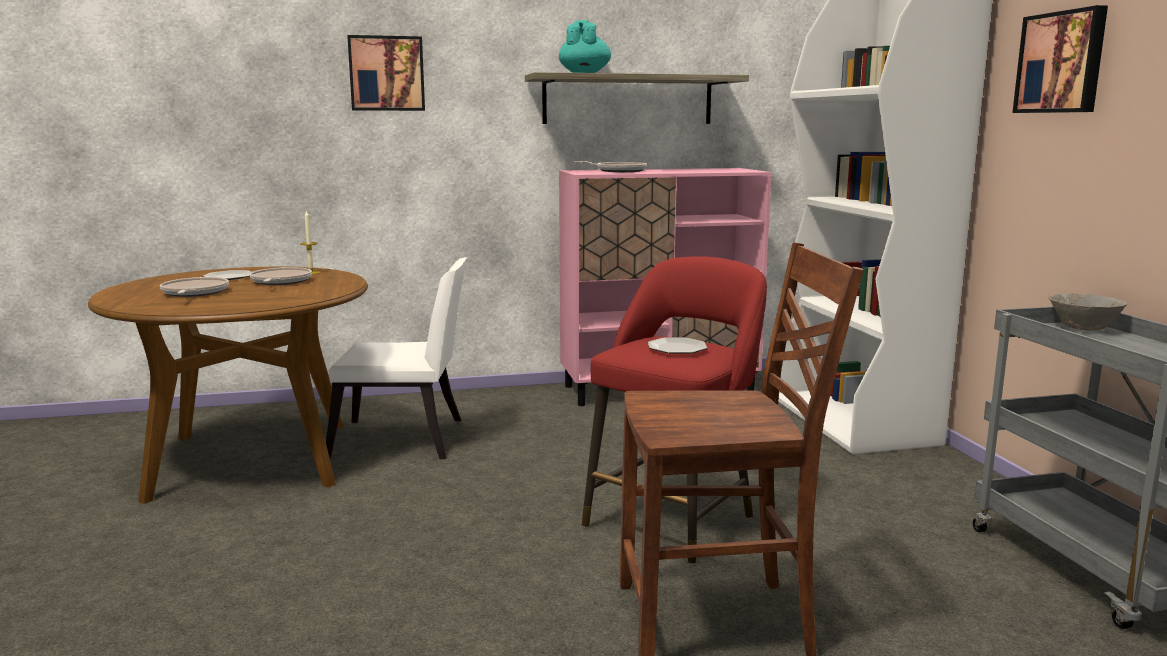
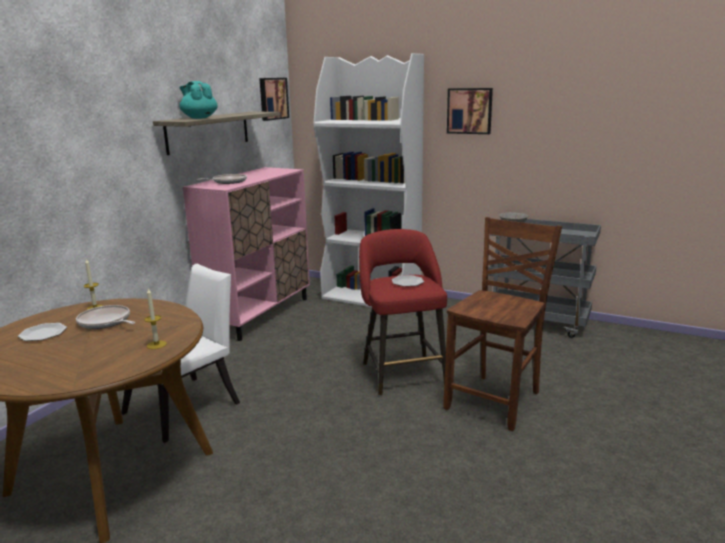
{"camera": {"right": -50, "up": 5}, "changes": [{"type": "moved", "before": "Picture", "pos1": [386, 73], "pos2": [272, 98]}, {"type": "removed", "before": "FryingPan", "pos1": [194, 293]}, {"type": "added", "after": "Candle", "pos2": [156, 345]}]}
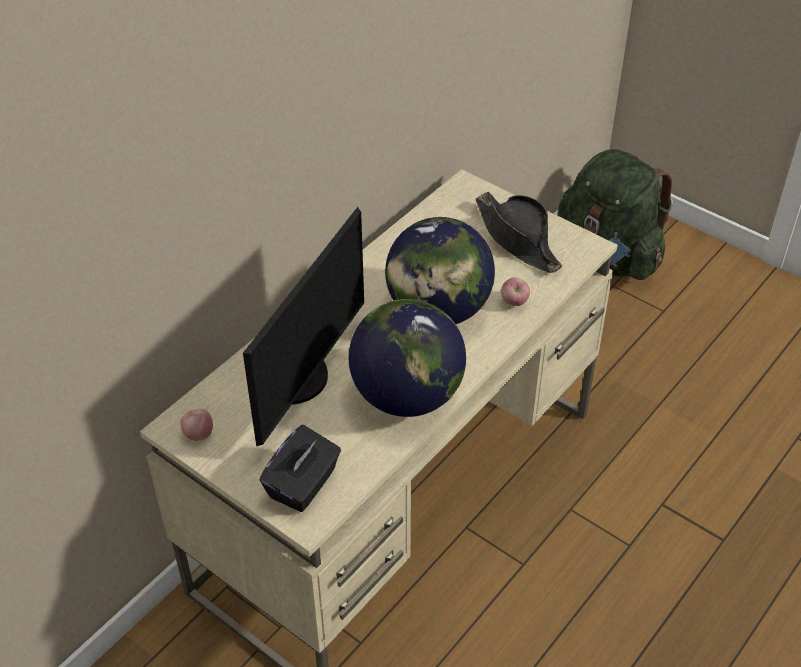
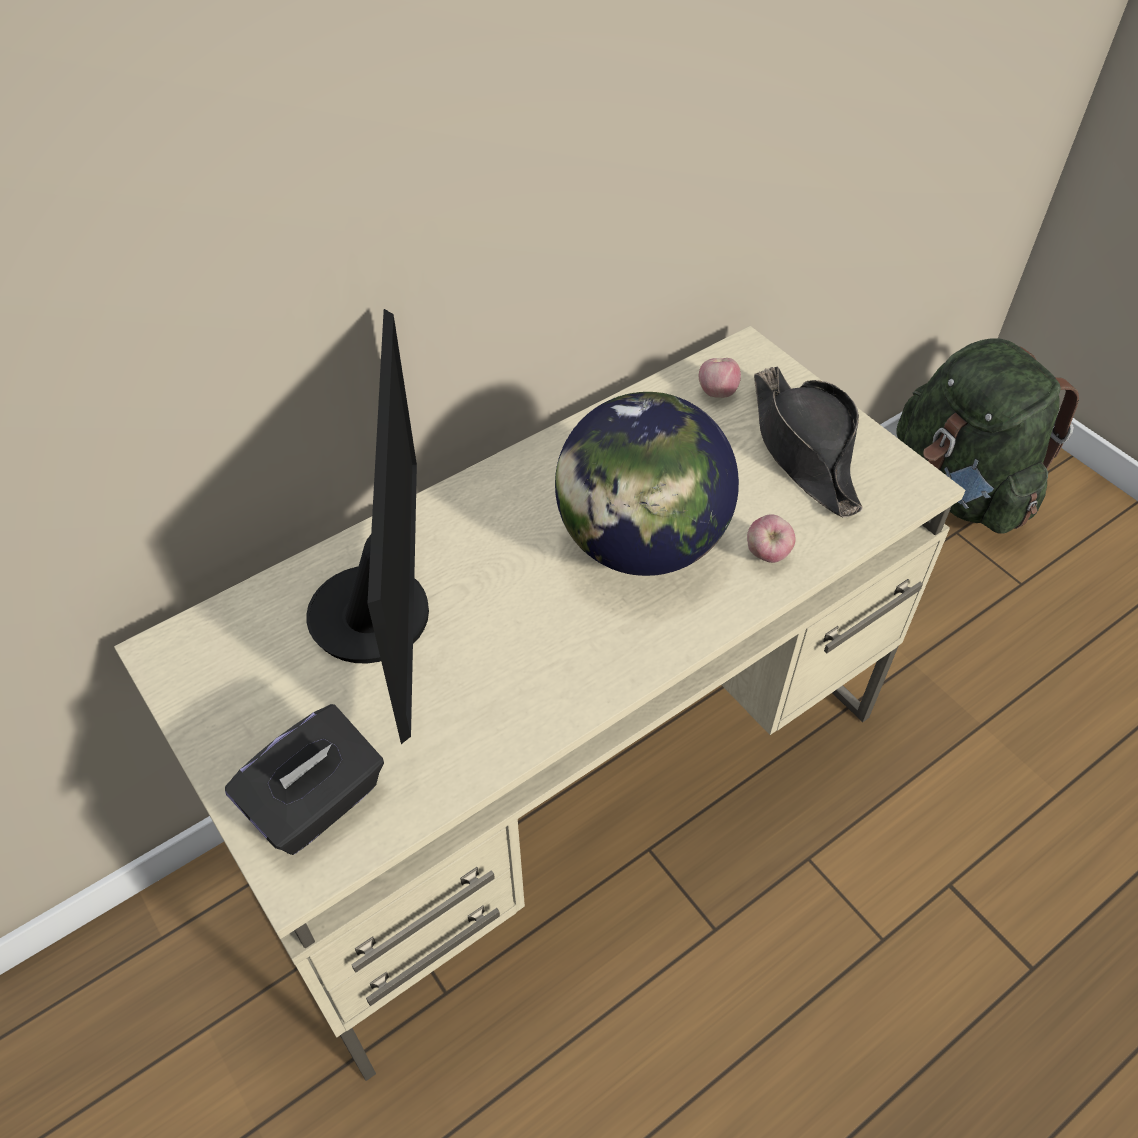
{"camera": {"right": 15, "up": 5}, "changes": [{"type": "turned", "before": "Monitor", "pos1": [299, 379], "pos2": [384, 613], "turn": -45}, {"type": "removed", "before": "Globe", "pos1": [407, 396]}, {"type": "moved", "before": "Apple", "pos1": [198, 434], "pos2": [717, 392]}]}
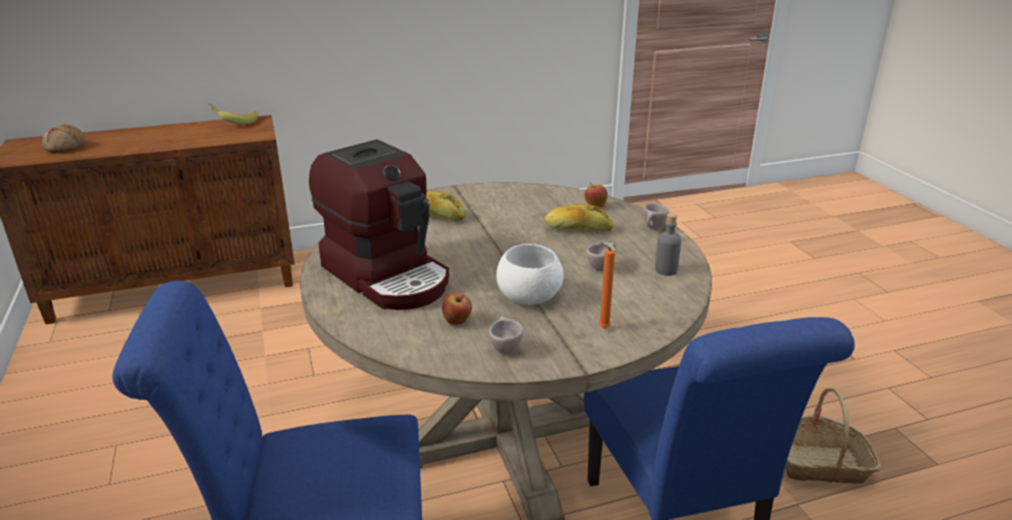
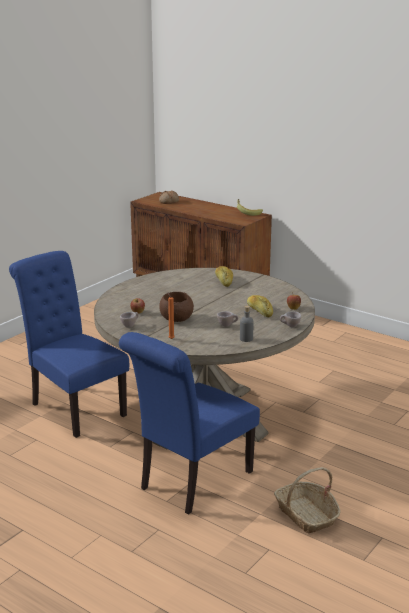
{"camera": {"right": 55, "up": -5}, "changes": [{"type": "removed", "before": "CoffeeMachine", "pos1": [388, 275]}, {"type": "recoloured", "before": "WhiteBowl", "after": "BrownBowl", "pos1": [529, 298], "pos2": [175, 319]}]}
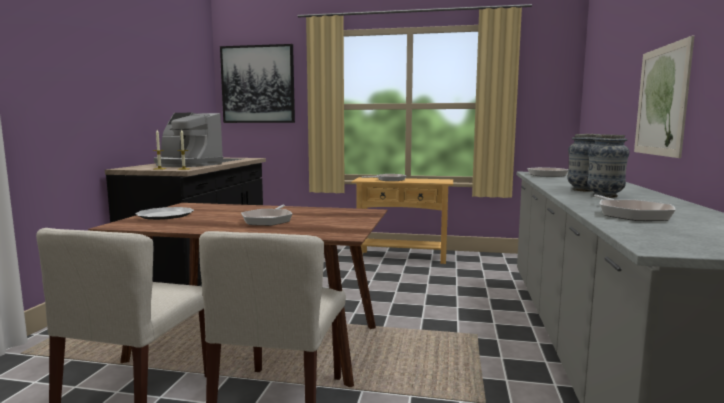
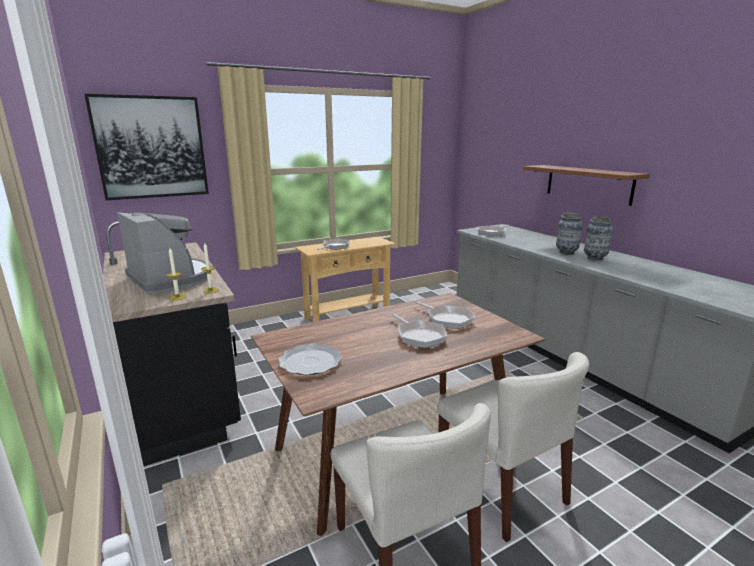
{"camera": {"right": -40, "up": 10}, "changes": [{"type": "replaced", "before": "Picture", "after": "BrownShelf", "pos1": [661, 101], "pos2": [588, 184]}, {"type": "turned", "before": "CoffeeMachine", "pos1": [187, 165], "pos2": [171, 279], "turn": -120}, {"type": "moved", "before": "FryingPan", "pos1": [631, 214], "pos2": [447, 319]}]}
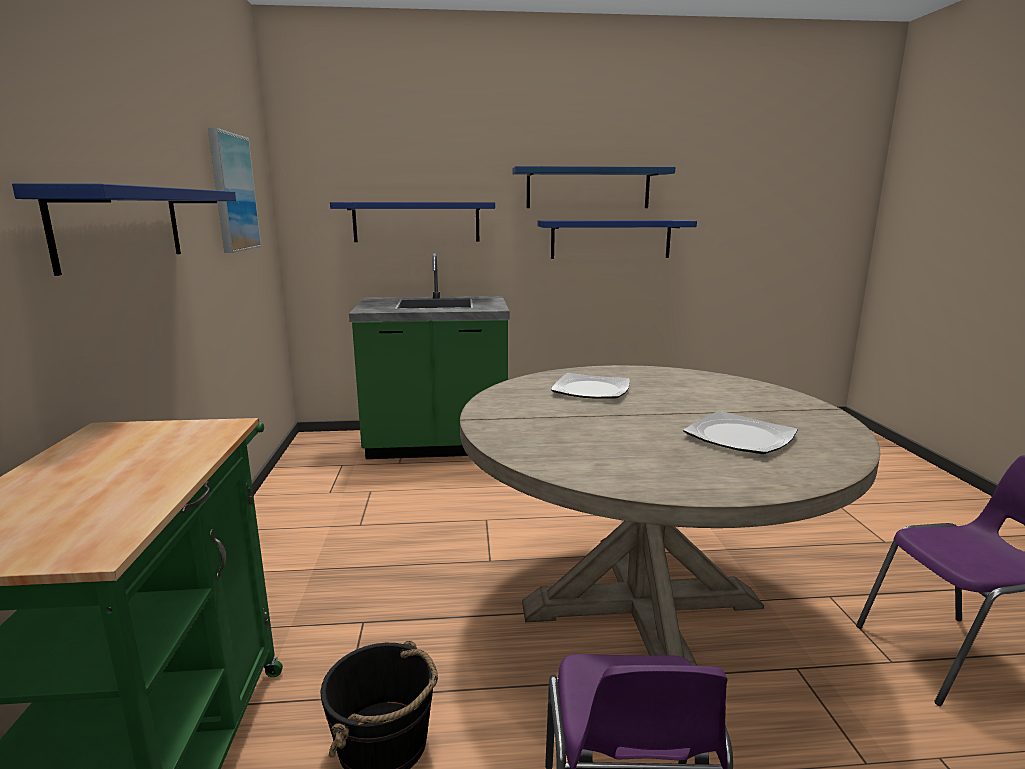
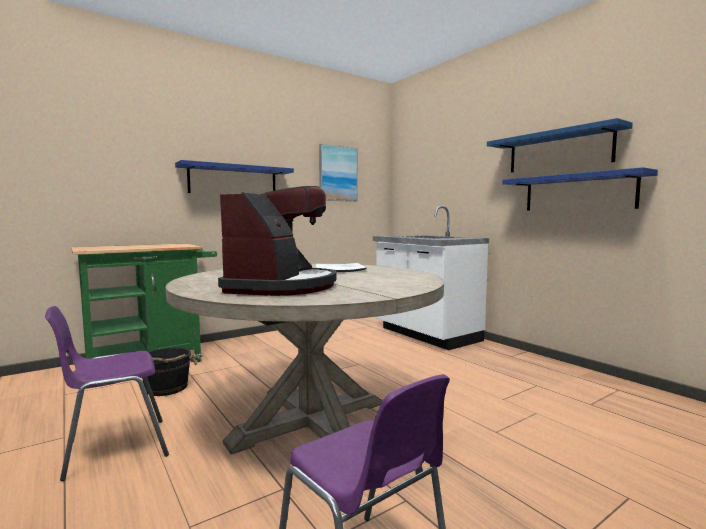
{"camera": {"right": 60, "up": -10}, "changes": [{"type": "removed", "before": "BlueShelf", "pos1": [416, 222]}, {"type": "recoloured", "before": "GreenCounter", "after": "WhiteCounter", "pos1": [437, 446], "pos2": [426, 335]}, {"type": "replaced", "before": "Plate", "after": "CoffeeMachine", "pos1": [738, 437], "pos2": [282, 287]}]}
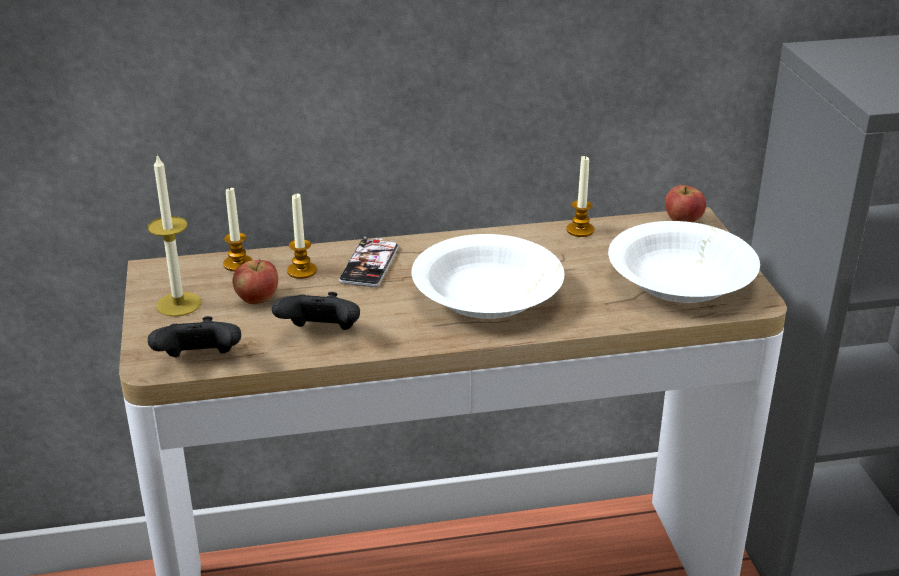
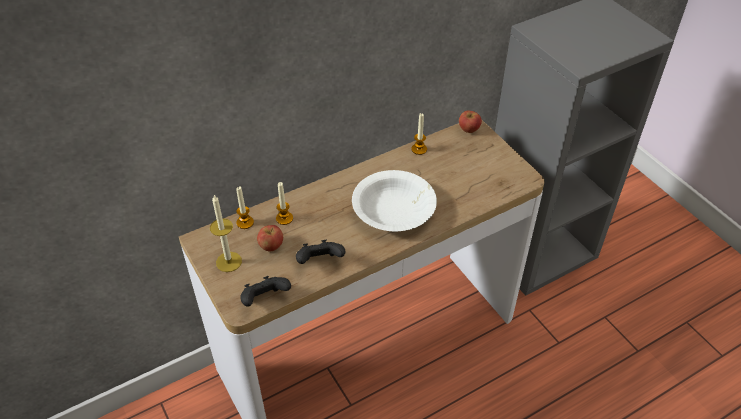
{"camera": {"right": -20, "up": 15}, "changes": [{"type": "removed", "before": "WhiteBowl", "pos1": [681, 281]}, {"type": "removed", "before": "Phone", "pos1": [369, 264]}]}
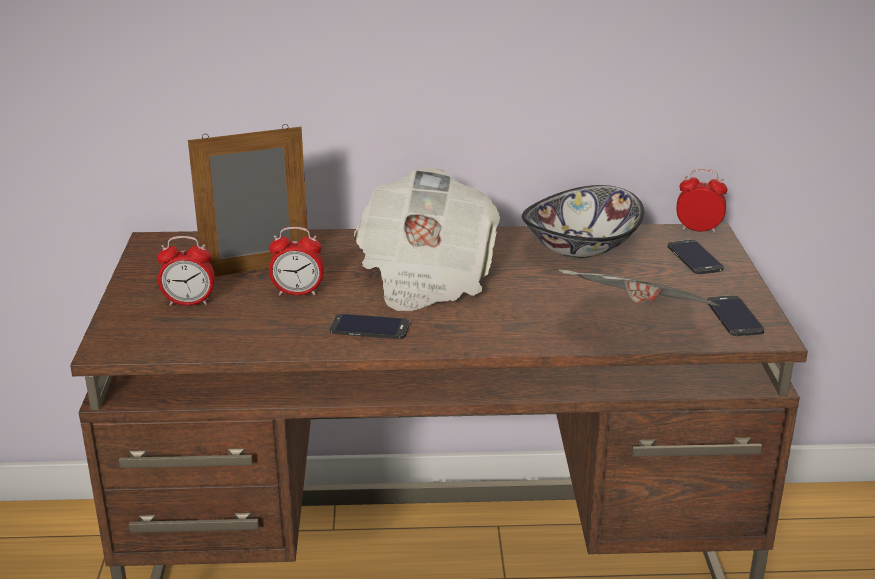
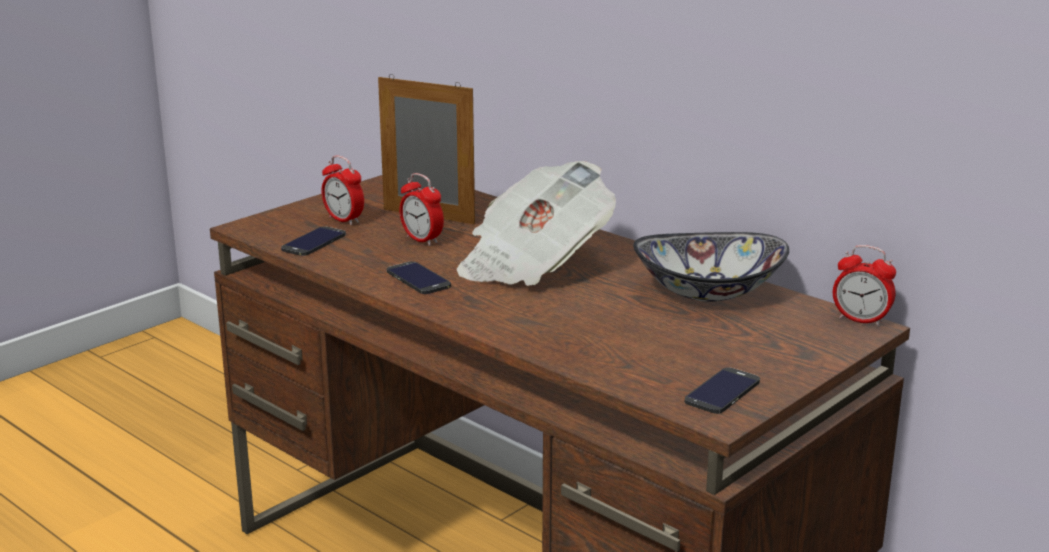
{"camera": {"right": 45, "up": -5}, "changes": [{"type": "turned", "before": "AlarmClock", "pos1": [698, 229], "pos2": [861, 320], "turn": 150}, {"type": "moved", "before": "Phone", "pos1": [694, 257], "pos2": [313, 242]}, {"type": "removed", "before": "Newspaper", "pos1": [639, 326]}]}
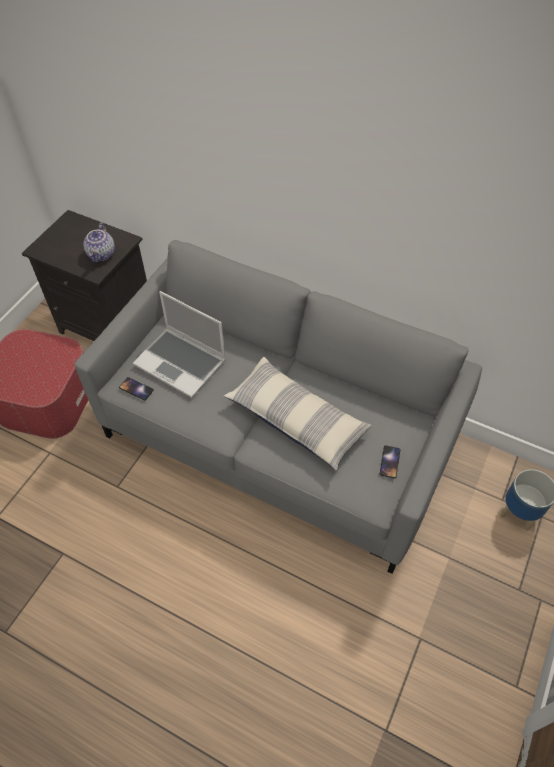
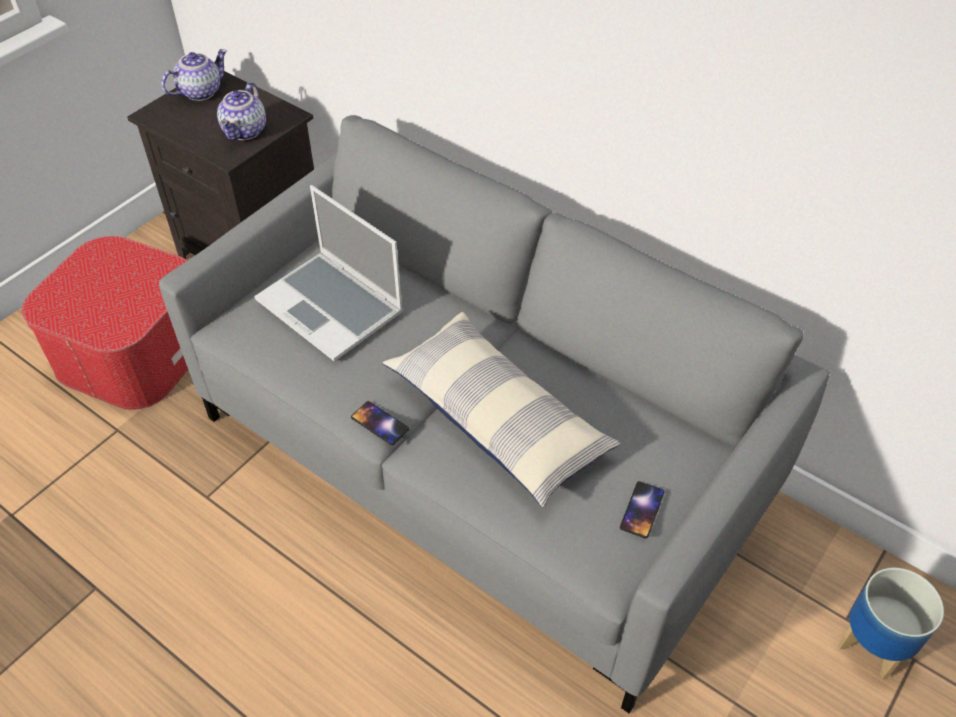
{"camera": {"right": 10, "up": -5}, "changes": [{"type": "moved", "before": "Phone", "pos1": [136, 389], "pos2": [380, 423]}, {"type": "added", "after": "Teapot", "pos2": [200, 91]}]}
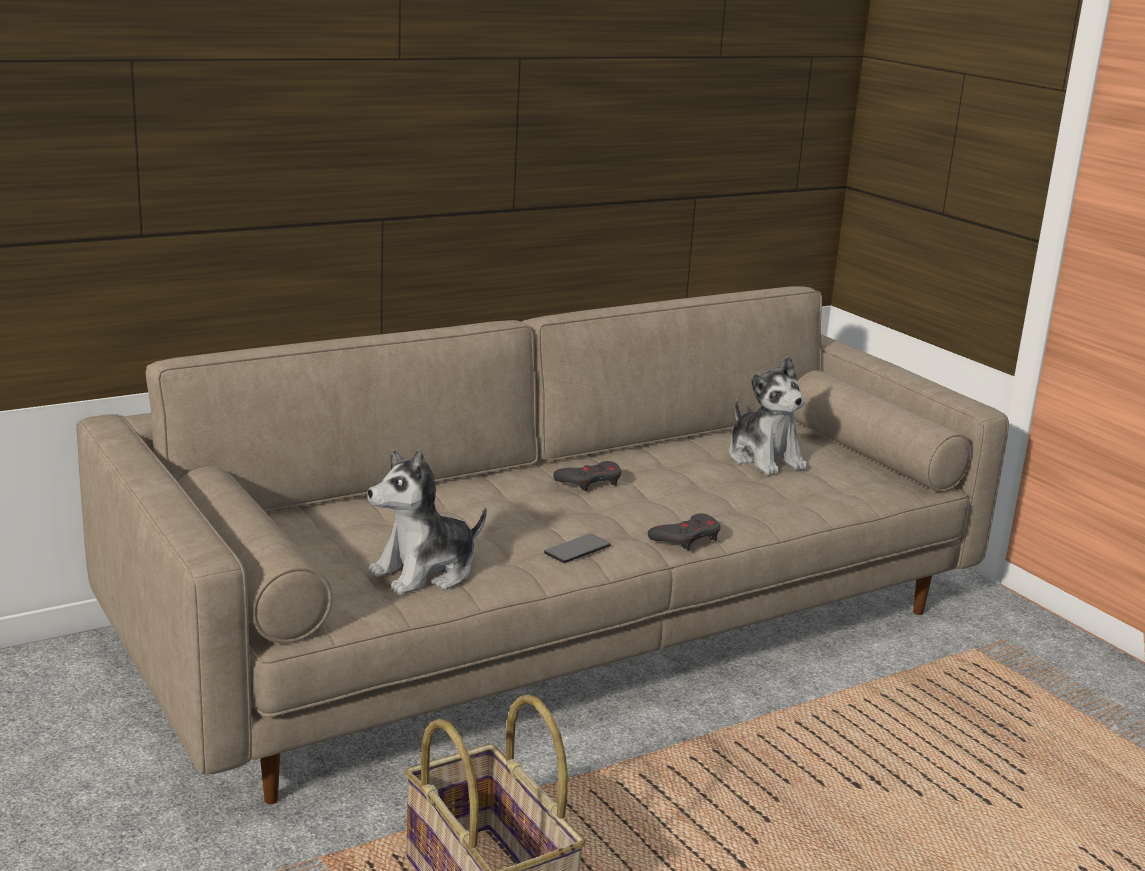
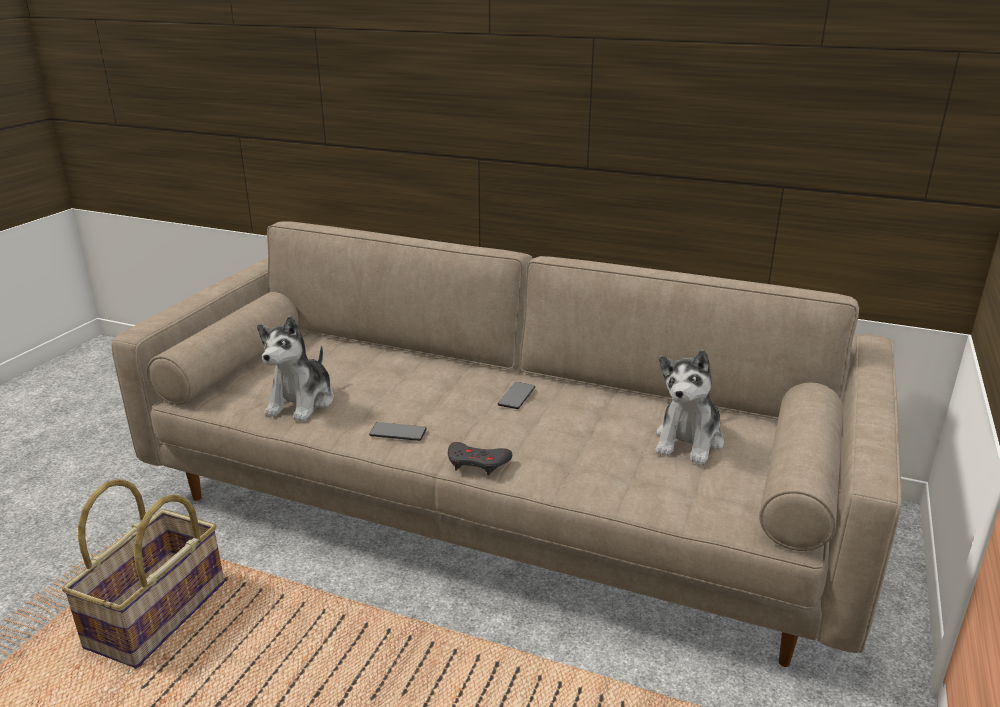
{"camera": {"right": 55, "up": 5}, "changes": [{"type": "turned", "before": "PlushToy", "pos1": [425, 573], "pos2": [302, 402], "turn": -90}, {"type": "replaced", "before": "GreyGameController", "after": "Phone", "pos1": [590, 481], "pos2": [516, 396]}]}
